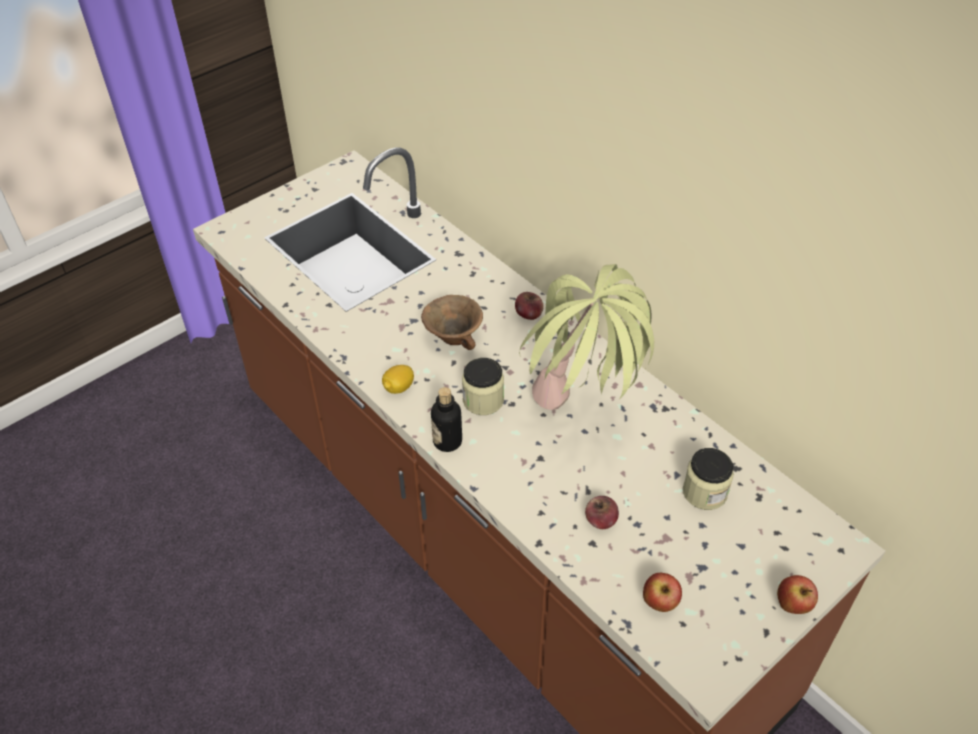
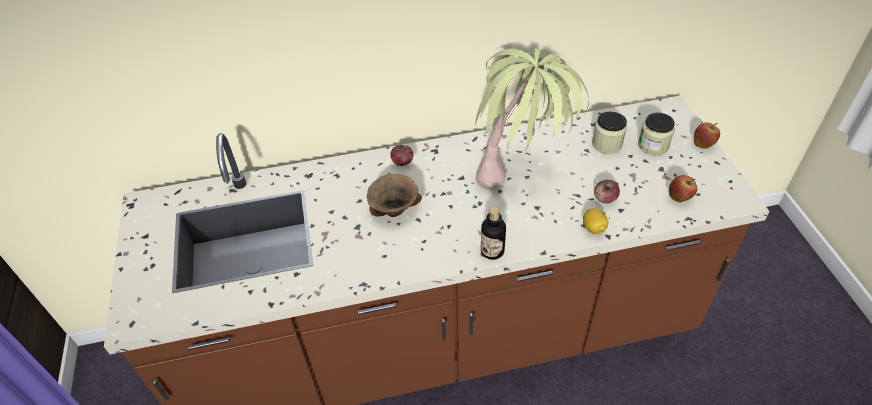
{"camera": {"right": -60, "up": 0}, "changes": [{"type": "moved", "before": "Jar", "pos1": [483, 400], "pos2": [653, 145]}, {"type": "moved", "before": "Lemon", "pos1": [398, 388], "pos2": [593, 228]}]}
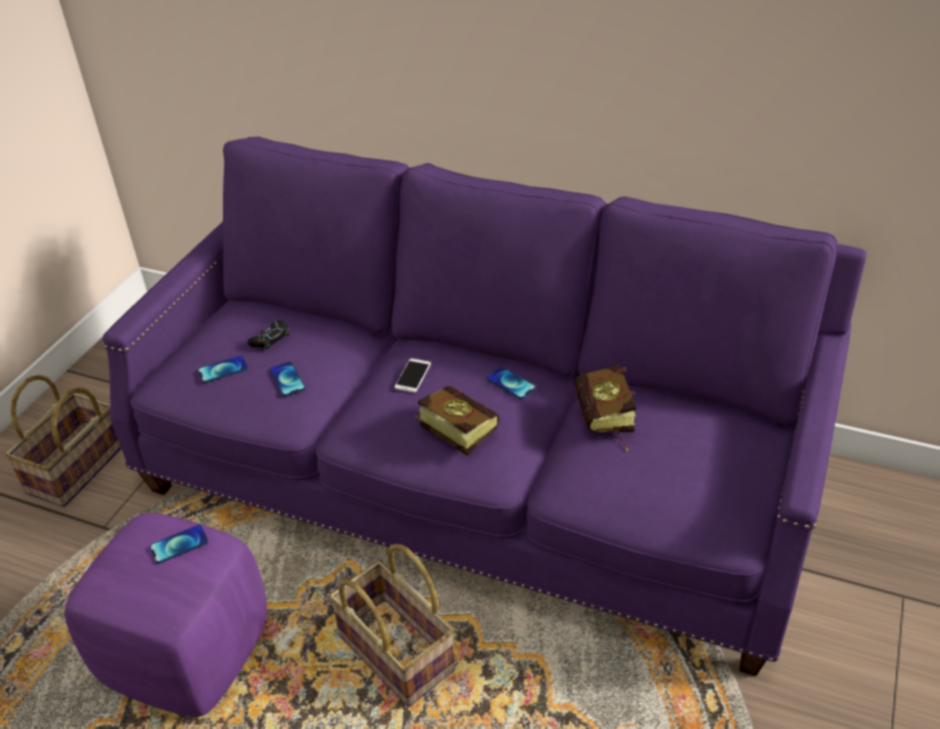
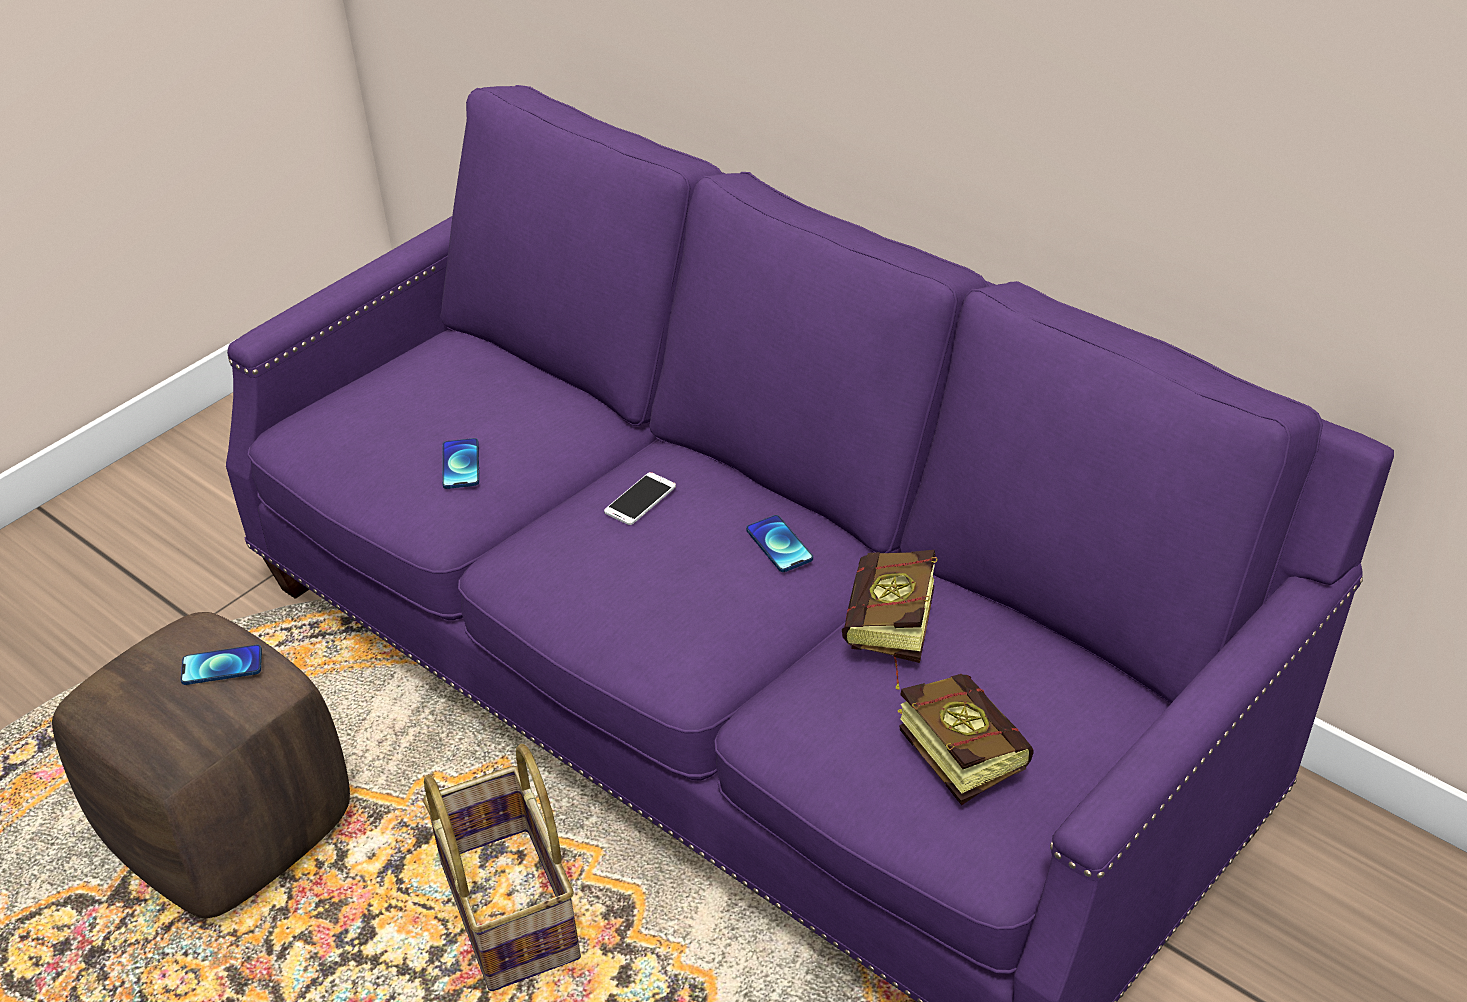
{"camera": {"right": 20, "up": 0}, "changes": [{"type": "removed", "before": "BlackGameController", "pos1": [270, 339]}, {"type": "removed", "before": "Phone", "pos1": [223, 370]}, {"type": "removed", "before": "Basket", "pos1": [77, 469]}, {"type": "moved", "before": "Book", "pos1": [453, 429], "pos2": [954, 750]}, {"type": "recoloured", "before": "PurpleOttoman", "after": "BrownOttoman", "pos1": [188, 658], "pos2": [230, 836]}]}
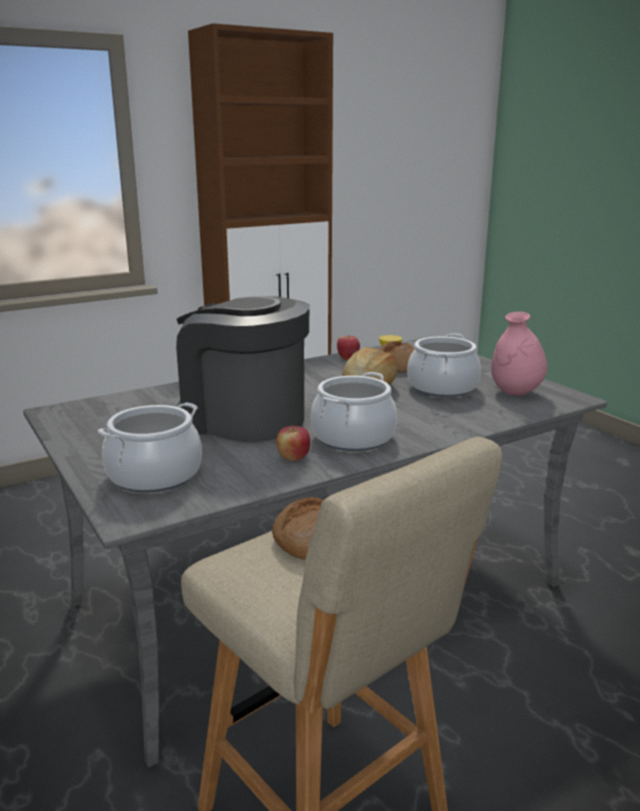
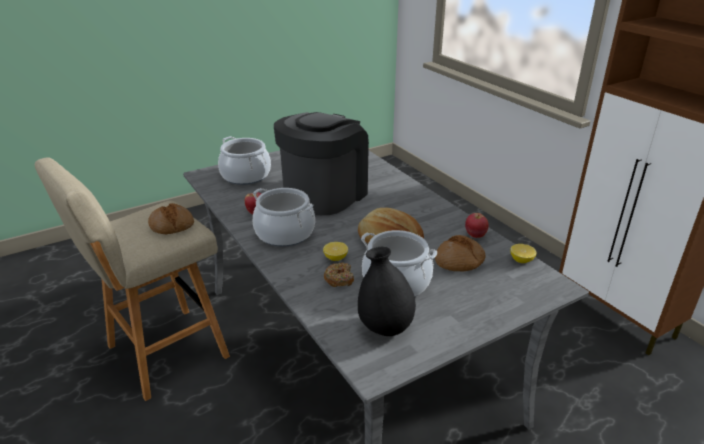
{"camera": {"right": 90, "up": 10}, "changes": [{"type": "recoloured", "before": "PinkVase", "after": "BlackVase", "pos1": [515, 393], "pos2": [385, 328]}, {"type": "added", "after": "Lemon", "pos2": [335, 258]}, {"type": "added", "after": "Donut", "pos2": [339, 279]}]}
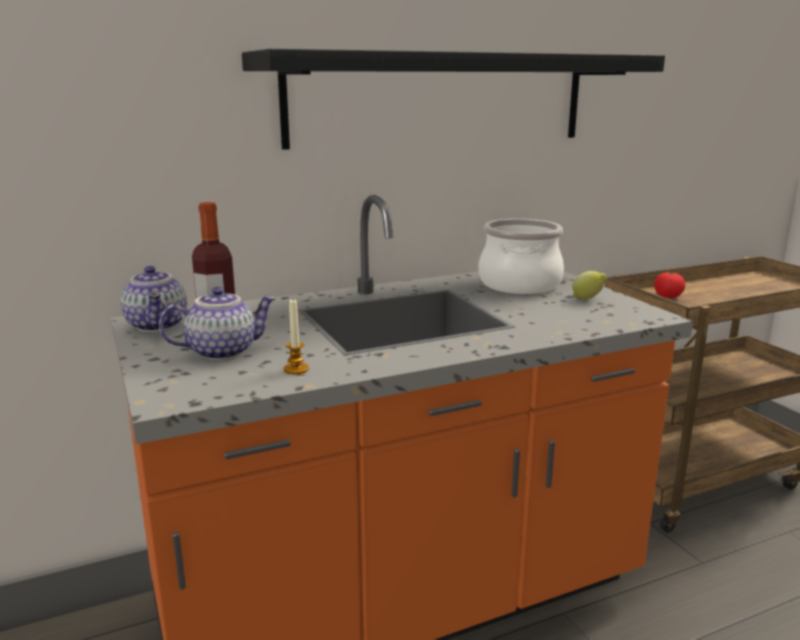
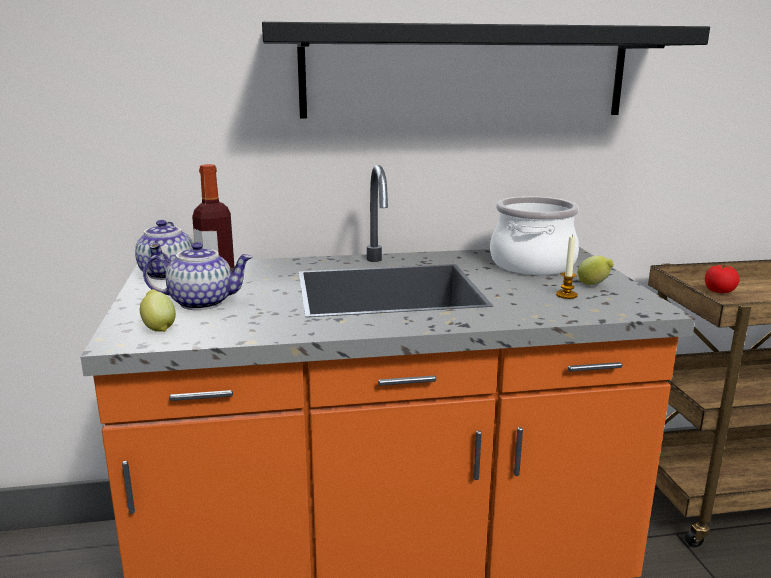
{"camera": {"right": 15, "up": 0}, "changes": [{"type": "moved", "before": "Candle", "pos1": [296, 369], "pos2": [566, 295]}, {"type": "added", "after": "Lemon", "pos2": [159, 328]}]}
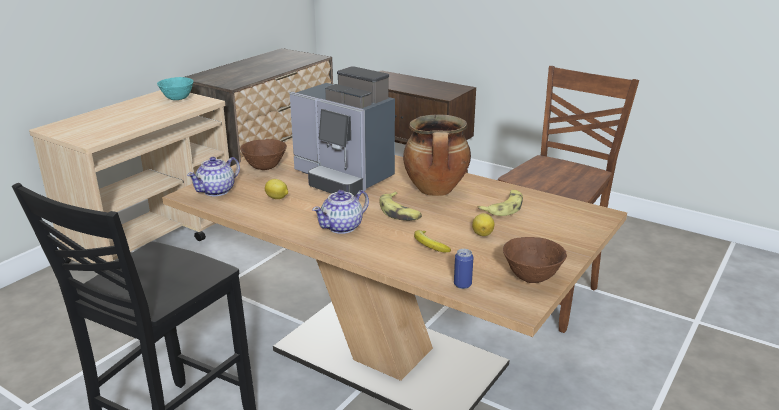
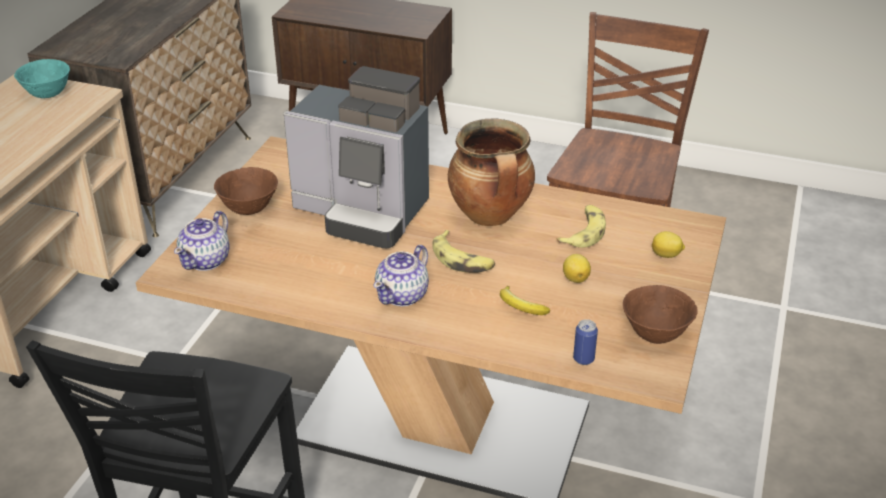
{"camera": {"right": -15, "up": 10}, "changes": [{"type": "moved", "before": "Lemon", "pos1": [277, 198], "pos2": [666, 255]}]}
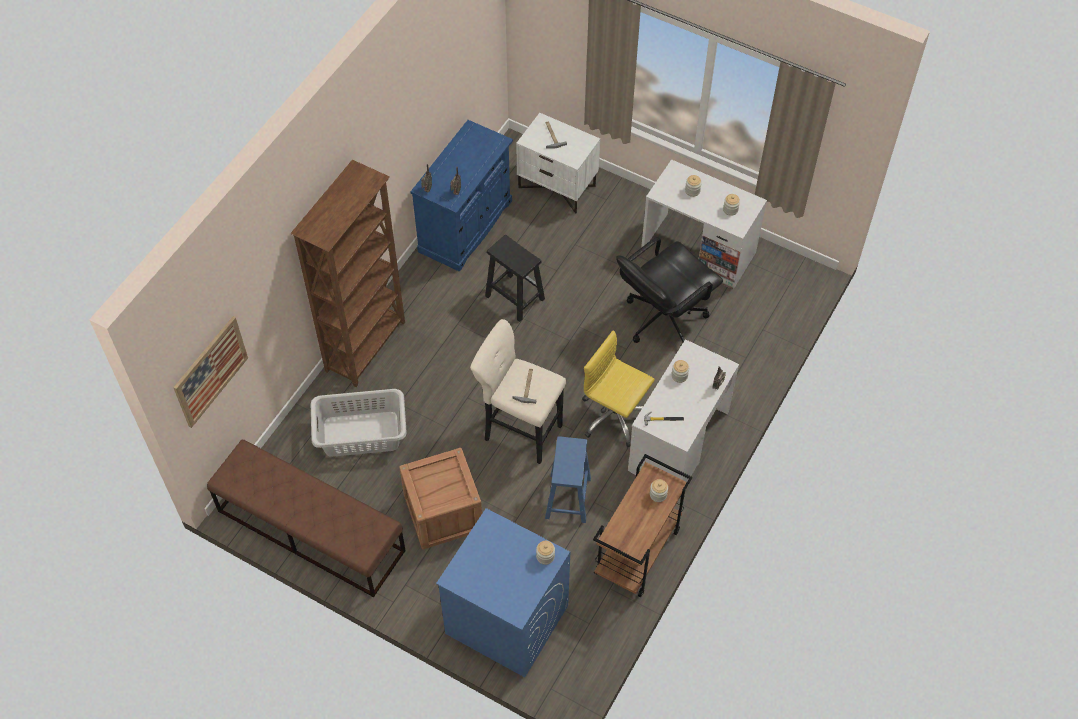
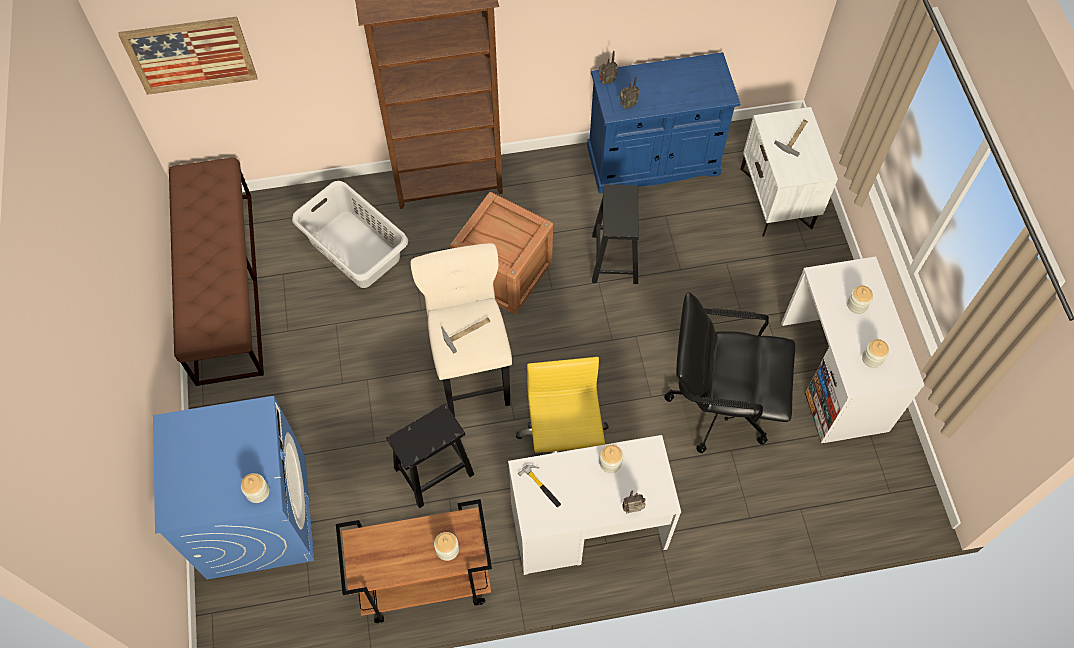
{"camera": {"right": 50, "up": 5}, "changes": [{"type": "recoloured", "before": "BlueStool", "after": "BlackStool", "pos1": [568, 499], "pos2": [433, 472]}, {"type": "moved", "before": "Crate", "pos1": [443, 513], "pos2": [503, 272]}]}
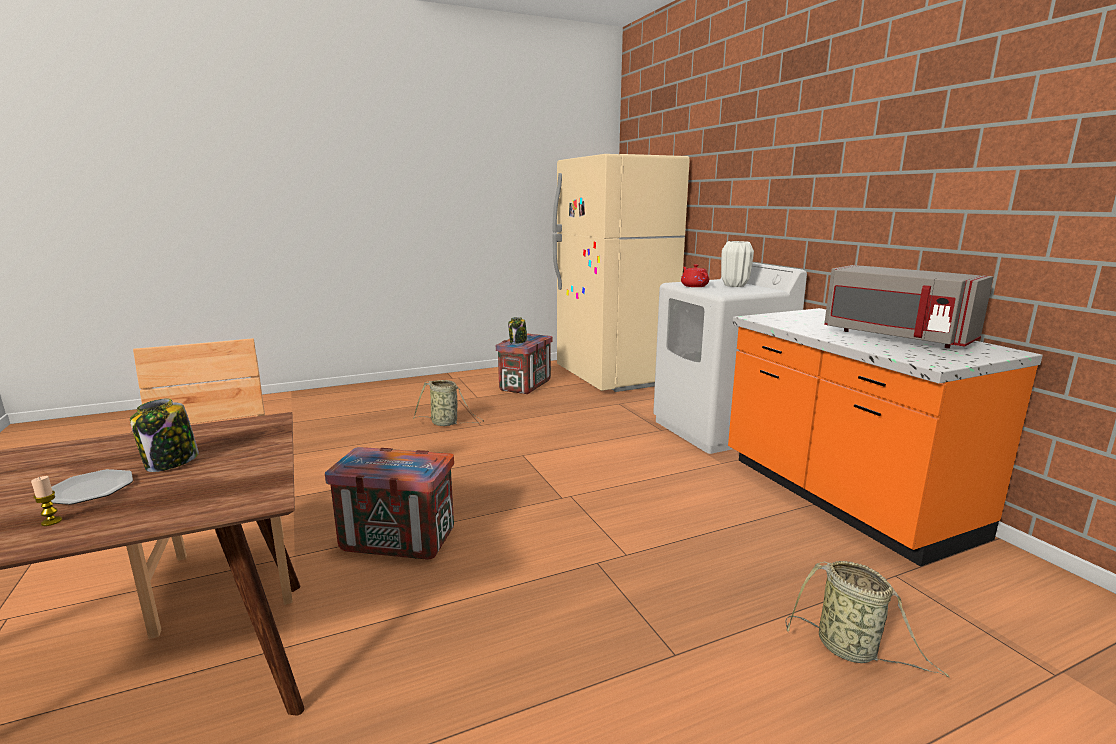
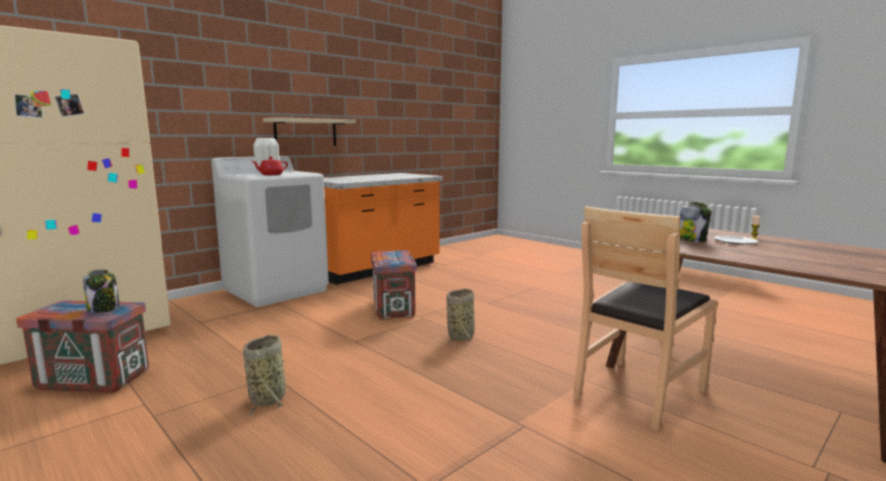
{"camera": {"right": -110, "up": -5}, "changes": [{"type": "removed", "before": "GreyMicrowave", "pos1": [895, 337]}, {"type": "moved", "before": "Crate", "pos1": [399, 541], "pos2": [393, 308]}, {"type": "moved", "before": "Basket", "pos1": [851, 650], "pos2": [461, 336]}, {"type": "added", "after": "BeigeShelf", "pos2": [305, 132]}]}
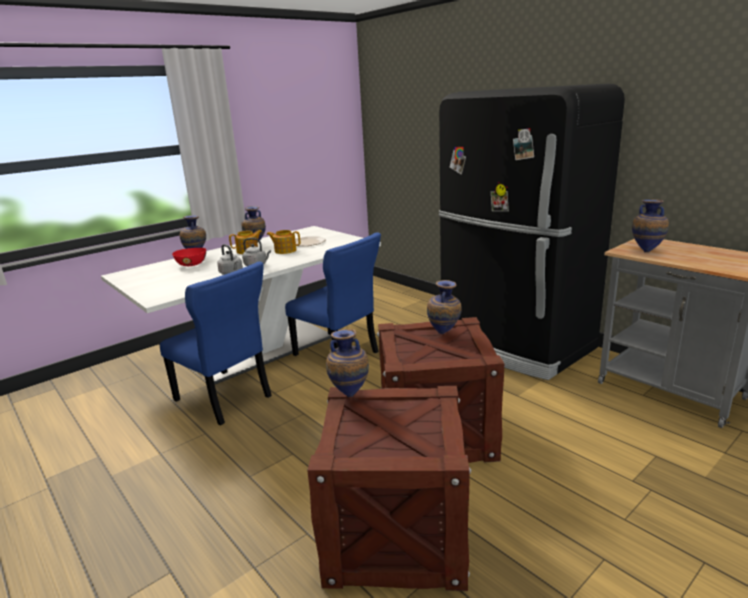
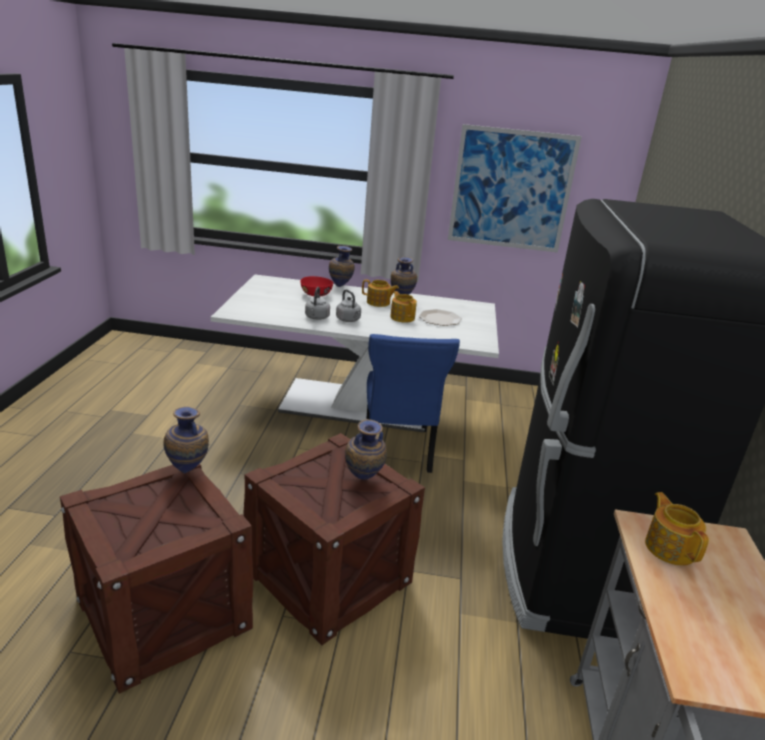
{"camera": {"right": 45, "up": 5}, "changes": [{"type": "replaced", "before": "Vase", "after": "Teapot", "pos1": [647, 251], "pos2": [669, 547]}, {"type": "removed", "before": "BlueChair", "pos1": [225, 400]}, {"type": "added", "after": "Picture", "pos2": [511, 190]}]}
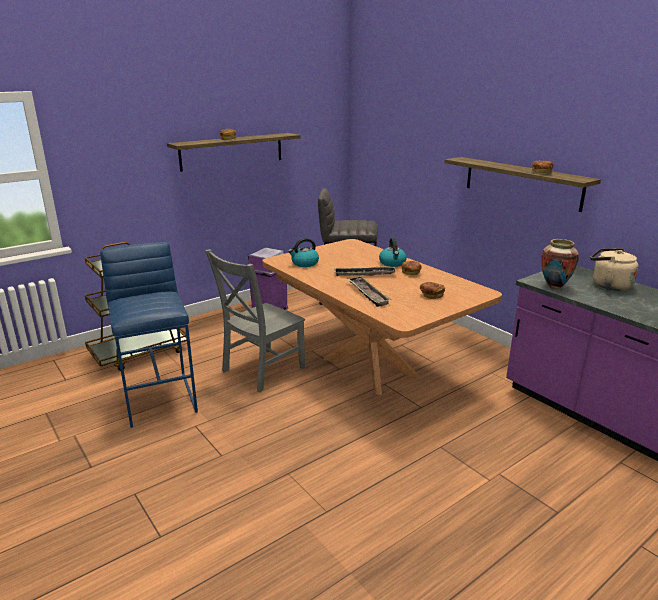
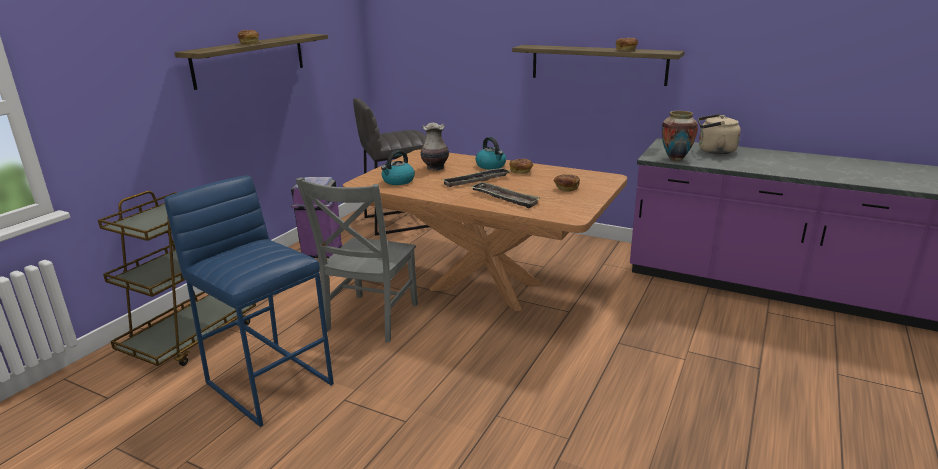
{"camera": {"right": -25, "up": 0}, "changes": [{"type": "added", "after": "Vase", "pos2": [435, 168]}]}
